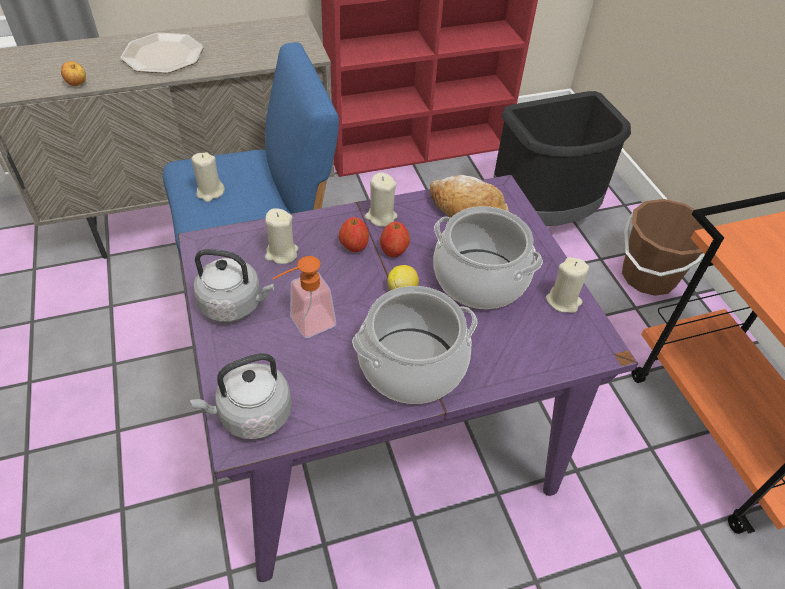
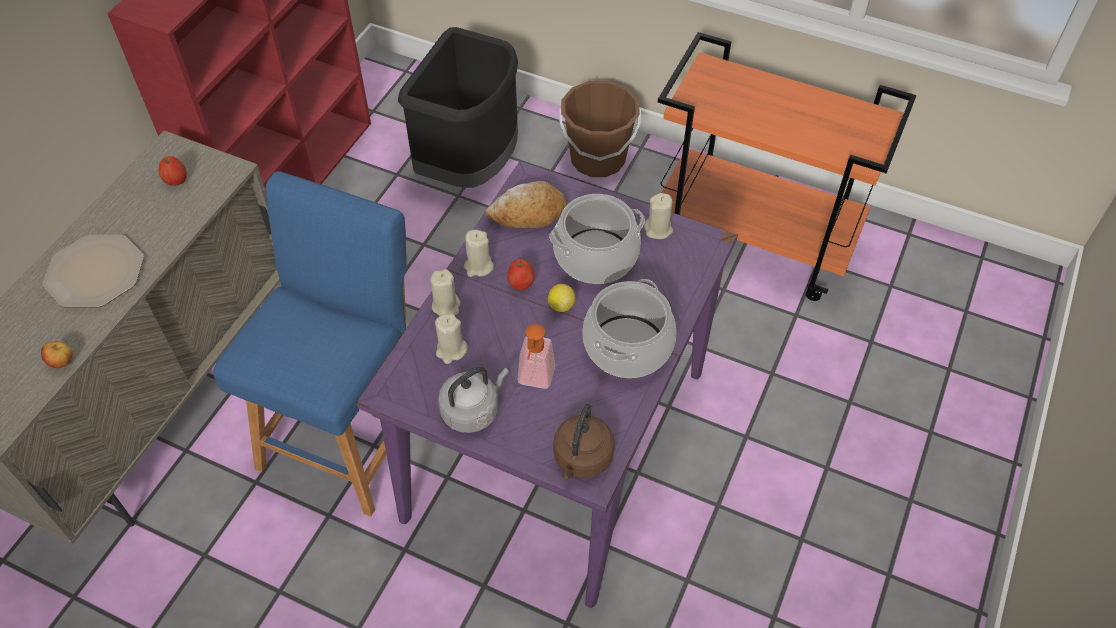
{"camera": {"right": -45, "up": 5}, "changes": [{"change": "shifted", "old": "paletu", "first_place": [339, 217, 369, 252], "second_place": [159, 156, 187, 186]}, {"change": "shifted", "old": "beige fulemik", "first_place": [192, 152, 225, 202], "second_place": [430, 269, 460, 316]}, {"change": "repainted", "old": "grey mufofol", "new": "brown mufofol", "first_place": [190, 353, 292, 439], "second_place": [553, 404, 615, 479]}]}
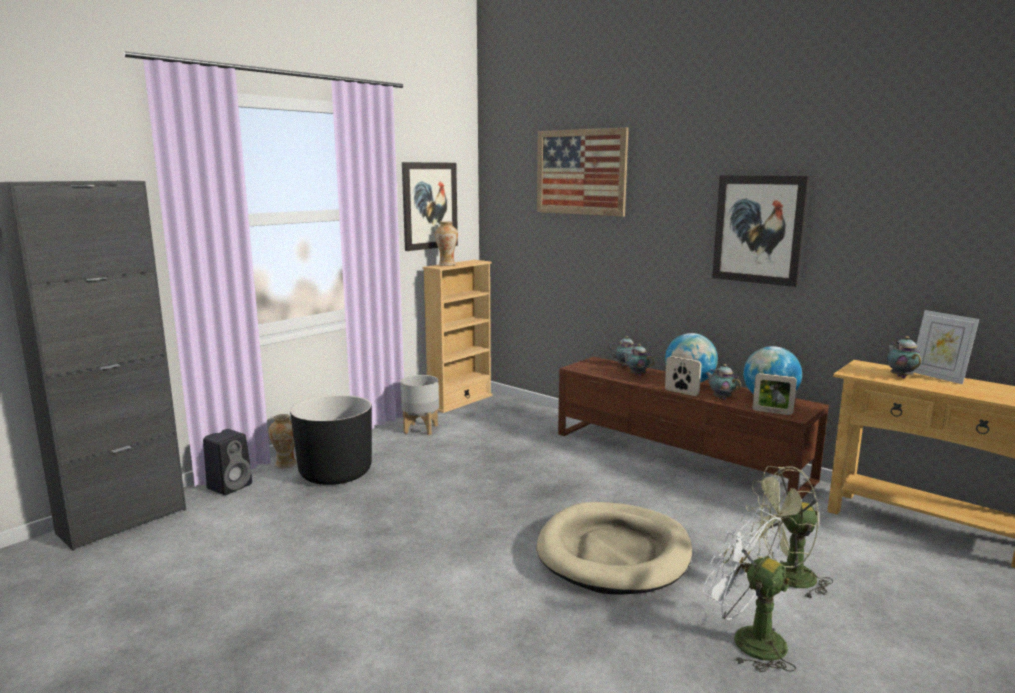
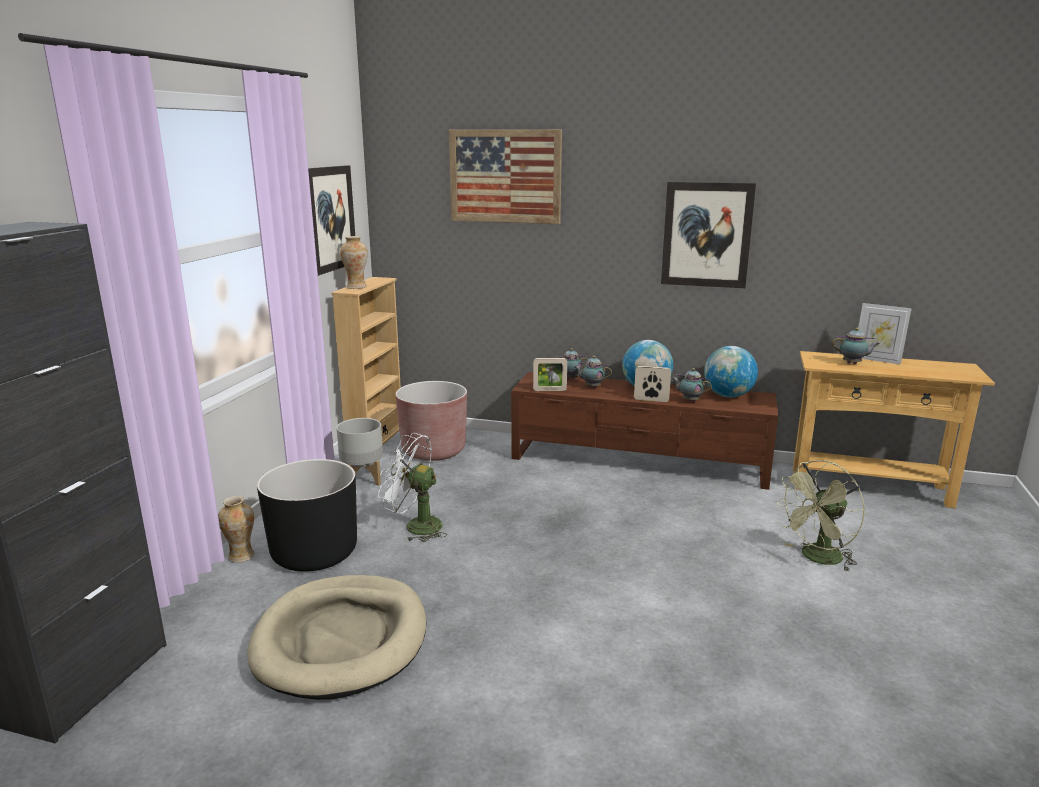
{"camera": {"right": -25, "up": 5}, "changes": [{"change": "shifted", "old": "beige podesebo", "first_place": [537, 502, 692, 595], "second_place": [248, 575, 426, 700]}, {"change": "shifted", "old": "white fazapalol", "first_place": [703, 509, 796, 672], "second_place": [378, 433, 447, 542]}, {"change": "new", "new": "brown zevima", "second_place": [395, 381, 467, 461]}, {"change": "shifted", "old": "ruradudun", "first_place": [753, 373, 797, 415], "second_place": [533, 358, 567, 391]}, {"change": "rotated", "old": "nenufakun", "first_place": [887, 336, 921, 378], "second_place": [832, 328, 880, 364], "degrees": 135}, {"change": "gone", "old": "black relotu", "first_place": [203, 429, 252, 495]}]}
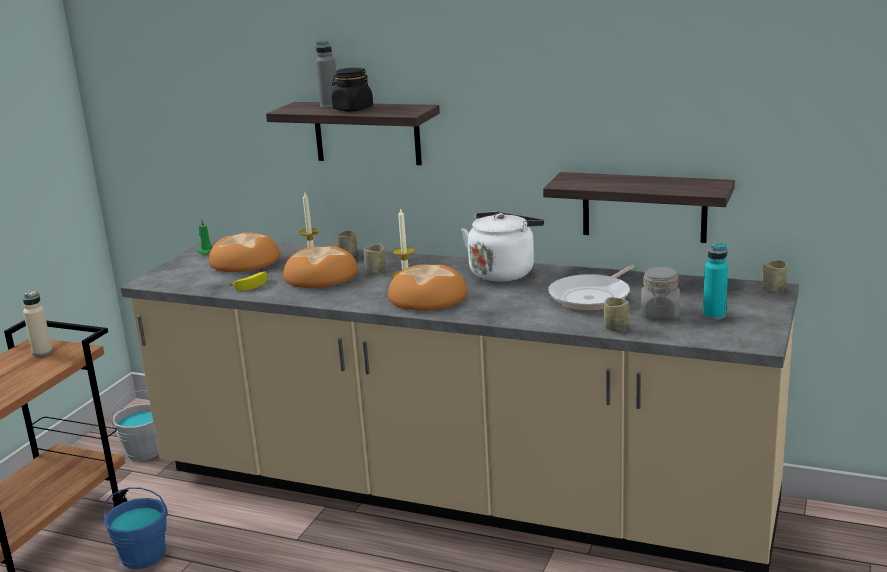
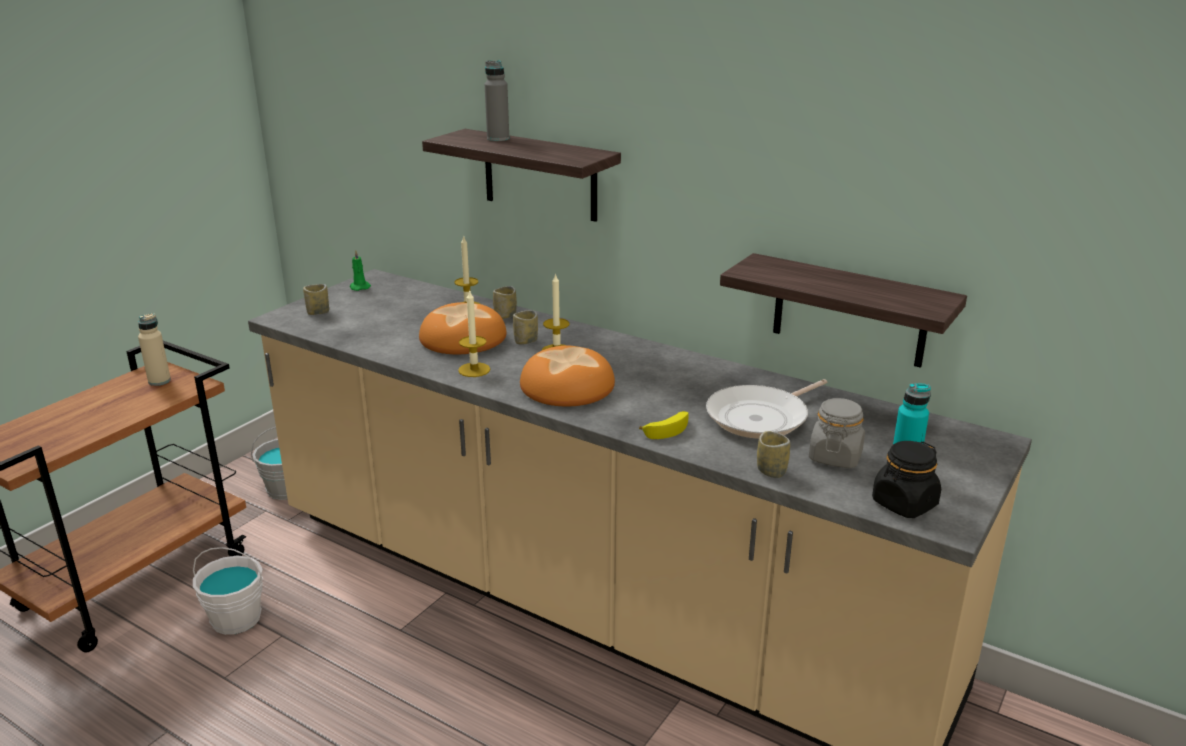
{"camera": {"right": 10, "up": 5}, "changes": [{"change": "repainted", "old": "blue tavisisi", "new": "white tavisisi", "first_place": [102, 487, 168, 569], "second_place": [193, 547, 263, 635]}, {"change": "shifted", "old": "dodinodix", "first_place": [762, 260, 787, 293], "second_place": [303, 284, 329, 315]}, {"change": "new", "new": "fulemik", "second_place": [458, 289, 490, 377]}, {"change": "shifted", "old": "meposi", "first_place": [230, 271, 267, 291], "second_place": [639, 411, 689, 439]}, {"change": "shifted", "old": "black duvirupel", "first_place": [331, 68, 373, 111], "second_place": [872, 441, 941, 518]}, {"change": "gone", "old": "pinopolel", "first_place": [209, 233, 280, 272]}, {"change": "gone", "old": "white mufofol", "first_place": [461, 212, 544, 282]}]}
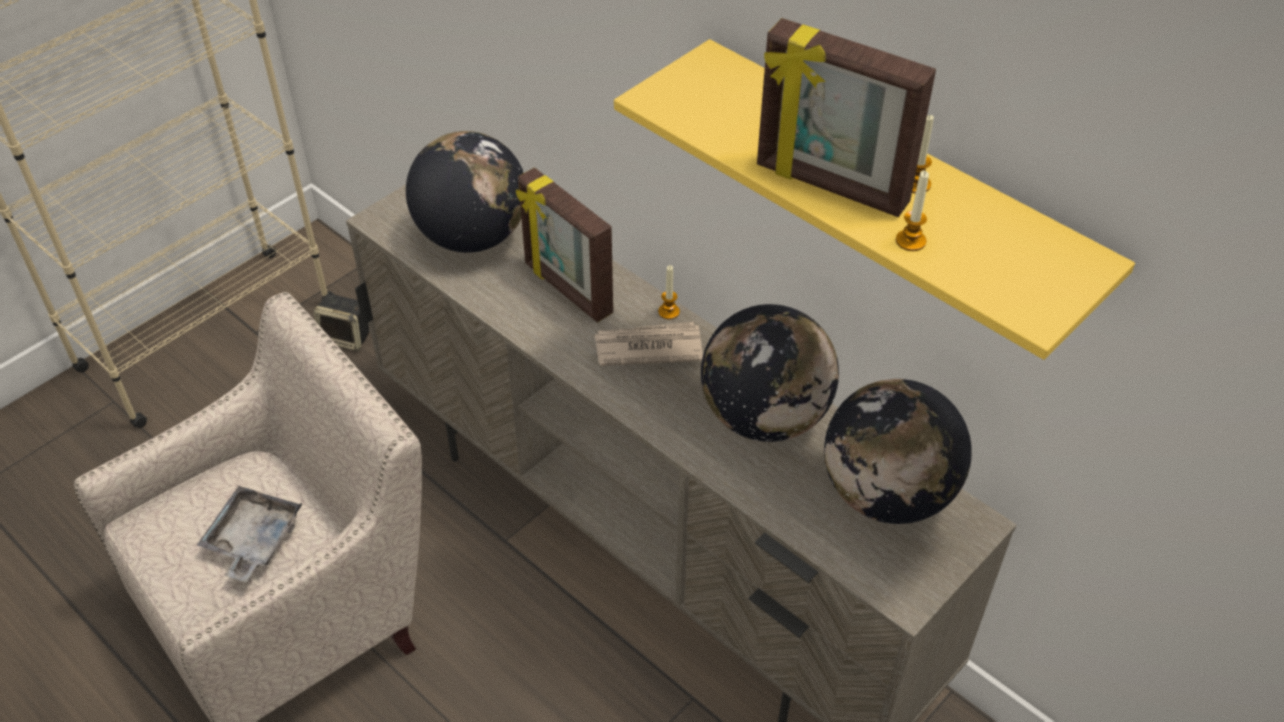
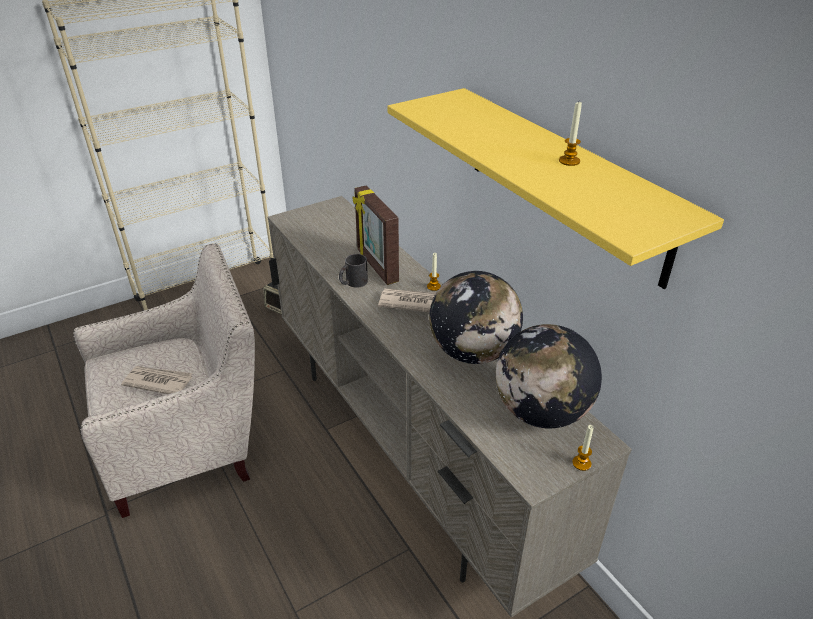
{"camera": {"right": 15, "up": -10}, "changes": [{"change": "swapped", "old": "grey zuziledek", "new": "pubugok", "first_place": [197, 486, 302, 582], "second_place": [121, 366, 193, 394]}, {"change": "new", "new": "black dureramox", "second_place": [339, 254, 368, 288]}, {"change": "shifted", "old": "fulemik", "first_place": [896, 171, 929, 251], "second_place": [572, 425, 593, 471]}, {"change": "gone", "old": "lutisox", "first_place": [406, 131, 524, 253]}, {"change": "gone", "old": "ruradudun", "first_place": [757, 18, 936, 217]}]}
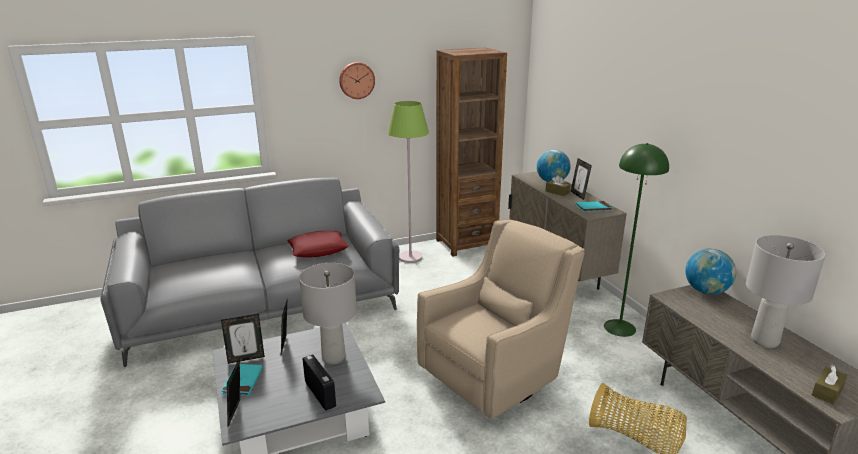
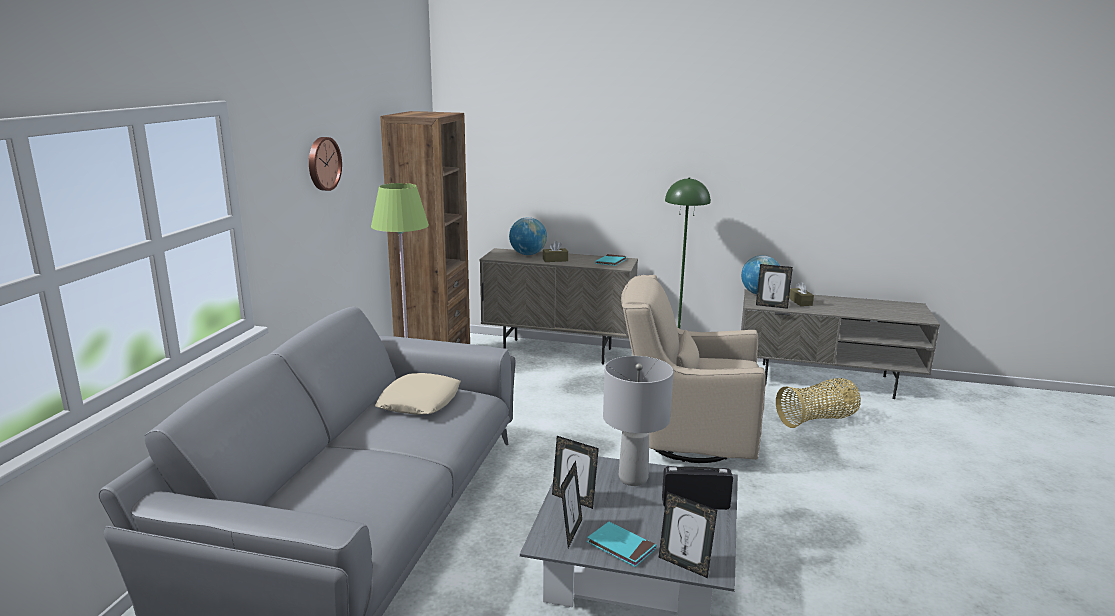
{"camera": {"right": -55, "up": -5}, "changes": [{"change": "repainted", "old": "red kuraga", "new": "beige kuraga", "first_place": [288, 231, 349, 257], "second_place": [375, 373, 461, 415]}, {"change": "rotated", "old": "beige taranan", "first_place": [417, 219, 585, 418], "second_place": [621, 275, 766, 463], "degrees": -75}, {"change": "shifted", "old": "ruradudun", "first_place": [571, 158, 592, 200], "second_place": [756, 264, 793, 309]}, {"change": "shifted", "old": "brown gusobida", "first_place": [812, 365, 847, 405], "second_place": [789, 282, 814, 306]}, {"change": "gone", "old": "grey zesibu", "first_place": [746, 235, 826, 348]}]}
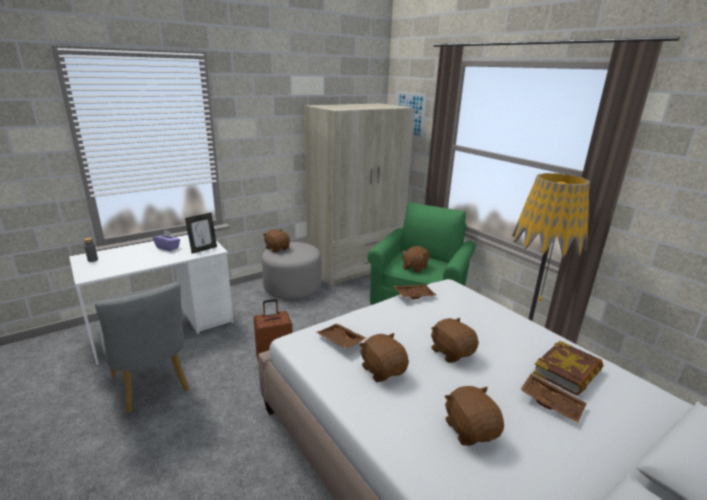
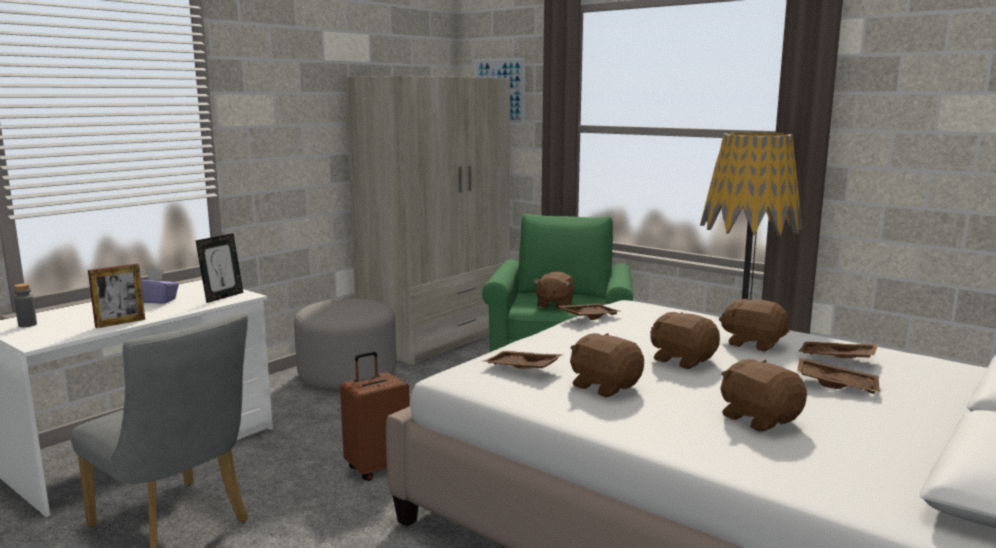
{"camera": {"right": -15, "up": -10}, "changes": [{"change": "new", "new": "ruradudun", "second_place": [88, 264, 145, 328]}, {"change": "shifted", "old": "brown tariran", "first_place": [263, 229, 290, 253], "second_place": [719, 299, 789, 352]}, {"change": "swapped", "old": "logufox", "new": "brown zuziledek", "first_place": [533, 341, 603, 396], "second_place": [798, 342, 878, 358]}]}
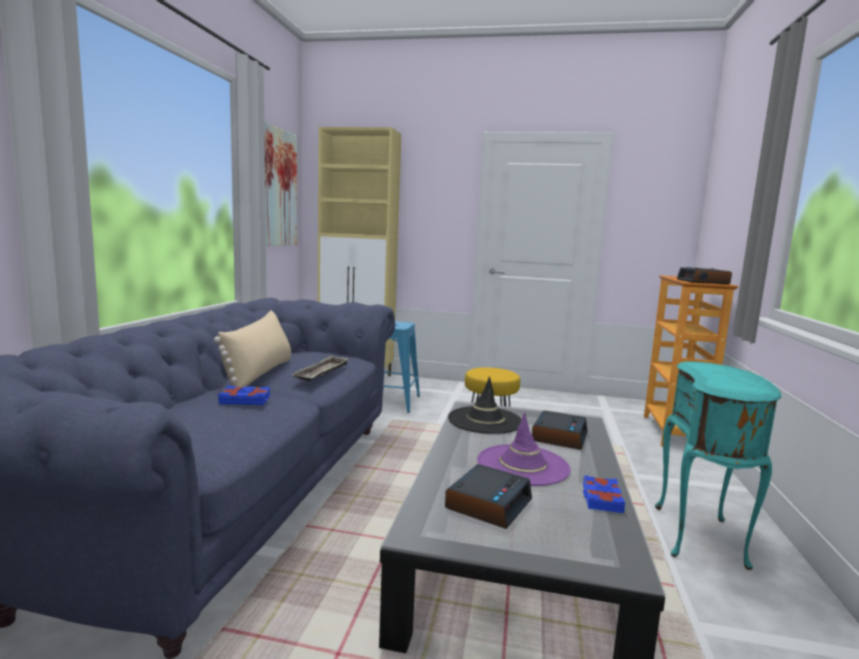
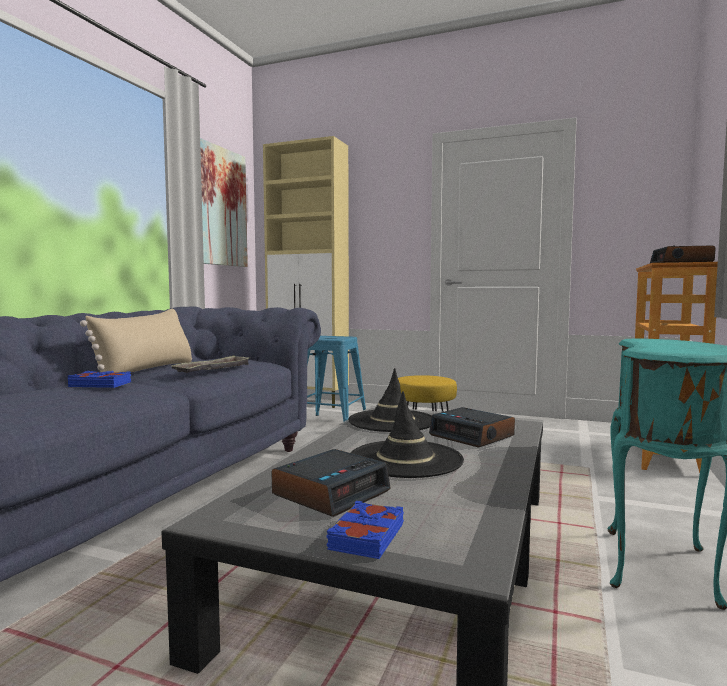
{"camera": {"right": 10, "up": -5}, "changes": [{"change": "shifted", "old": "blue logufox", "first_place": [583, 475, 625, 513], "second_place": [327, 501, 404, 559]}, {"change": "repainted", "old": "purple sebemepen", "new": "black sebemepen", "first_place": [477, 412, 571, 486], "second_place": [351, 391, 464, 478]}, {"change": "rotated", "old": "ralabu", "first_place": [532, 411, 588, 450], "second_place": [429, 407, 515, 448], "degrees": 105}]}
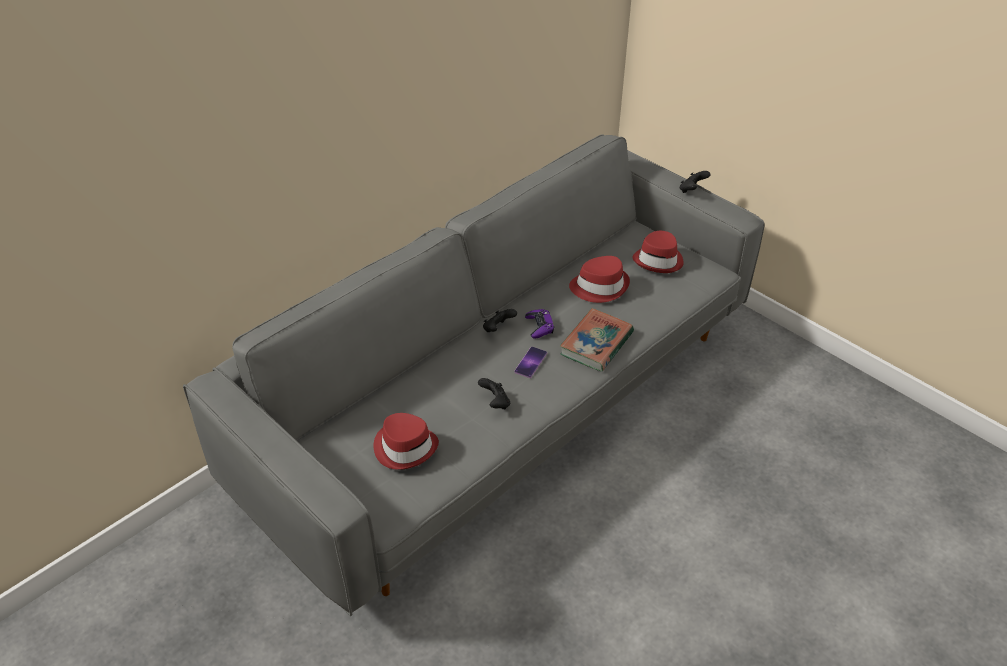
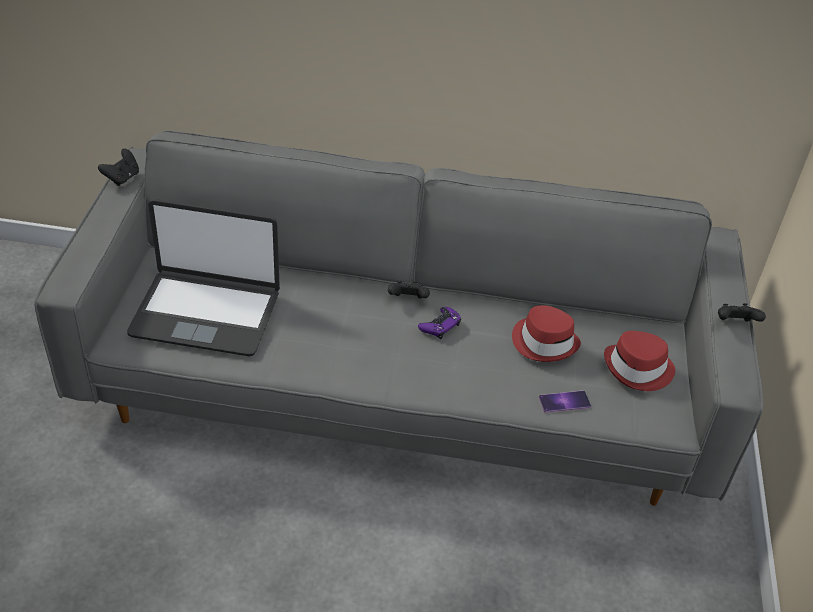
{"camera": {"right": 50, "up": 0}, "changes": [{"change": "shifted", "old": "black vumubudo", "first_place": [478, 378, 510, 409], "second_place": [98, 149, 139, 186]}, {"change": "swapped", "old": "red sebemepen", "new": "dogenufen", "first_place": [374, 413, 439, 470], "second_place": [127, 199, 280, 356]}, {"change": "shifted", "old": "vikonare", "first_place": [514, 347, 547, 378], "second_place": [539, 391, 591, 413]}, {"change": "gone", "old": "logufox", "first_place": [560, 308, 634, 372]}]}
